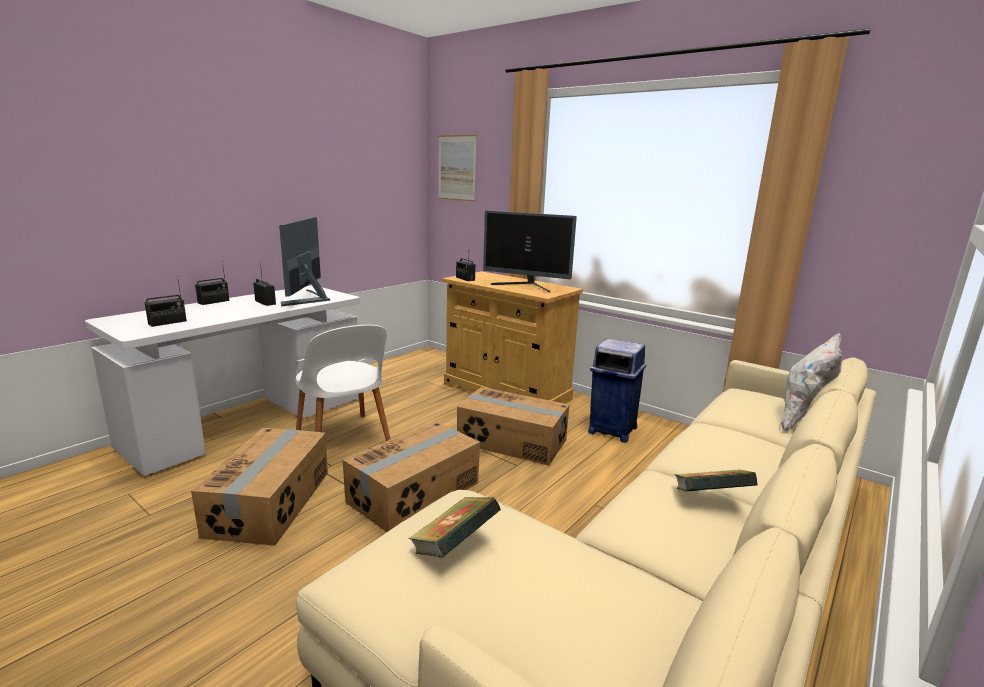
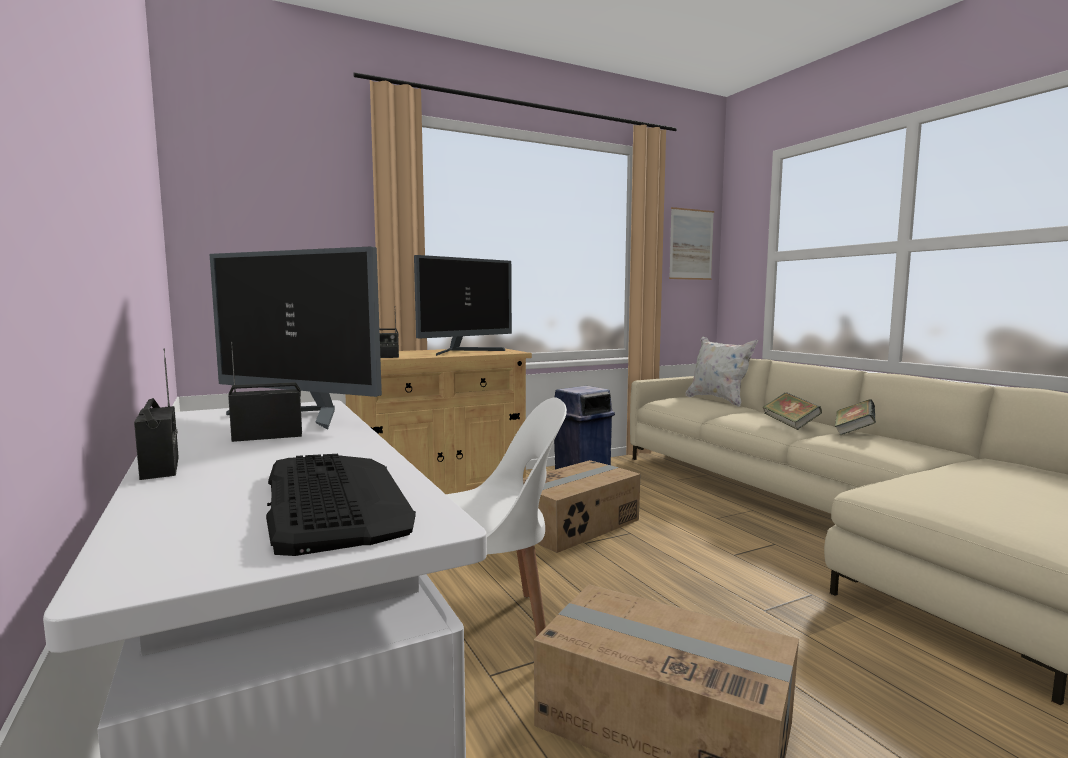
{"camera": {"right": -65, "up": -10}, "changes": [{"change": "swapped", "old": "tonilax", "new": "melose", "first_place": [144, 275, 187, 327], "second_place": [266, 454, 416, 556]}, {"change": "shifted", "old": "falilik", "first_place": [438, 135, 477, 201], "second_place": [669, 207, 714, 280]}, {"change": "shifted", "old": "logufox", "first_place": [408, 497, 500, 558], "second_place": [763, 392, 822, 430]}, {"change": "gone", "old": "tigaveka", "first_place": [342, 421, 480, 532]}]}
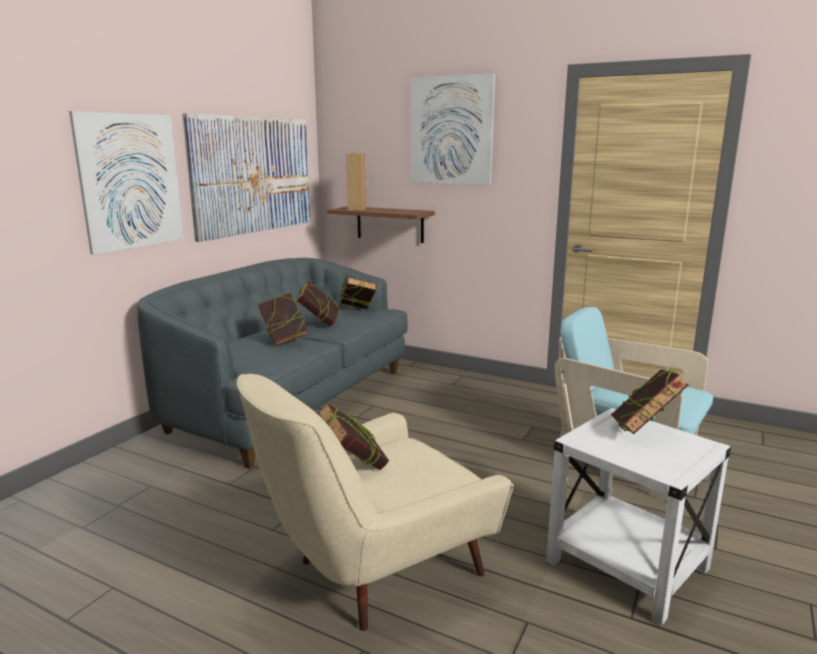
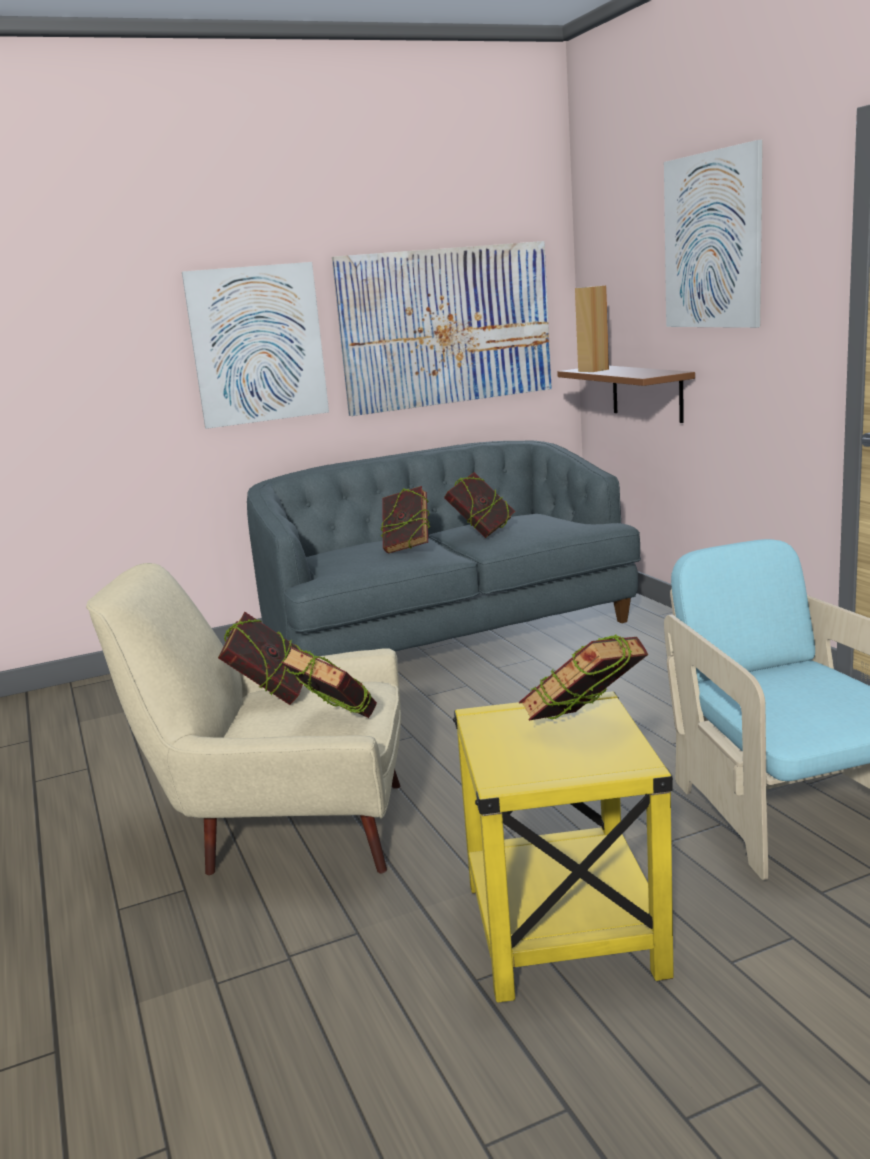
{"camera": {"right": 40, "up": 0}, "changes": [{"change": "shifted", "old": "logufox", "first_place": [340, 277, 377, 309], "second_place": [281, 646, 377, 718]}, {"change": "repainted", "old": "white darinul", "new": "yellow darinul", "first_place": [546, 408, 731, 625], "second_place": [453, 691, 674, 1003]}]}
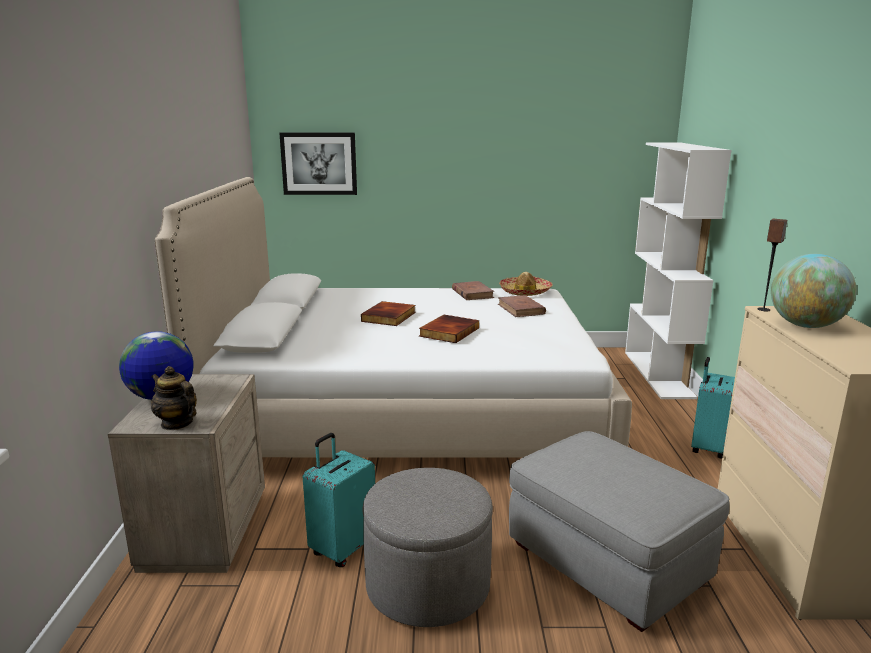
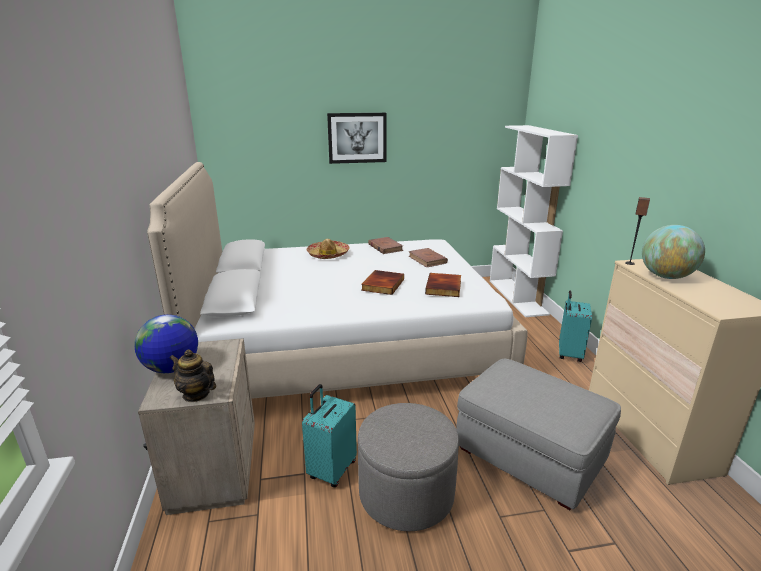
{"camera": {"right": -10, "up": 5}, "changes": [{"change": "shifted", "old": "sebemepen", "first_place": [499, 272, 553, 296], "second_place": [307, 239, 350, 259]}, {"change": "shifted", "old": "falilik", "first_place": [279, 133, 357, 195], "second_place": [327, 113, 387, 164]}, {"change": "shifted", "old": "logufox", "first_place": [361, 301, 416, 326], "second_place": [425, 273, 461, 297]}]}
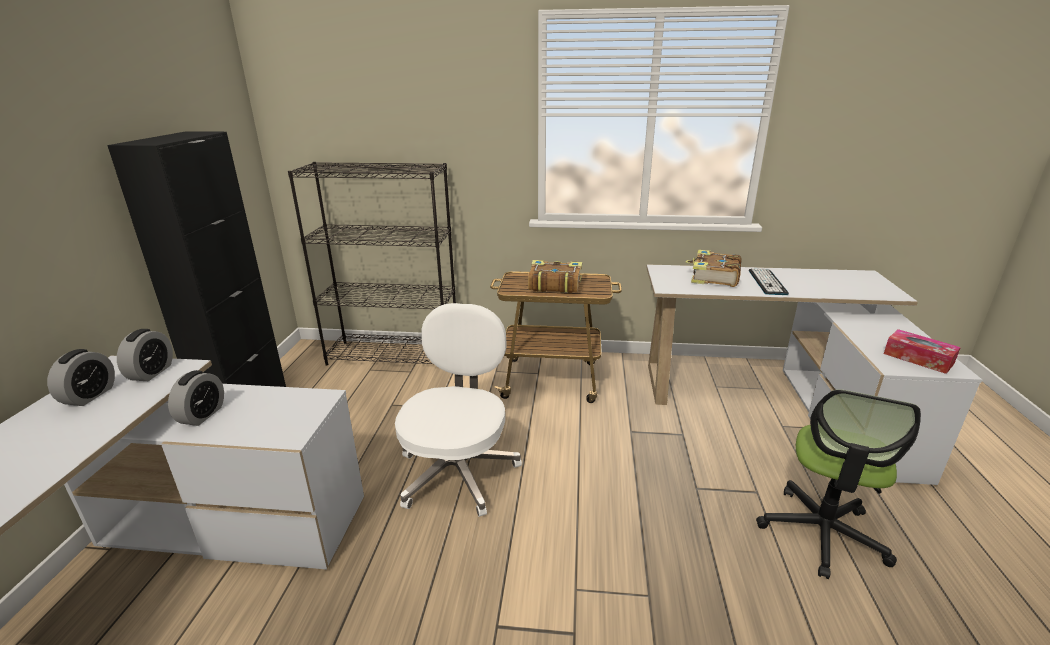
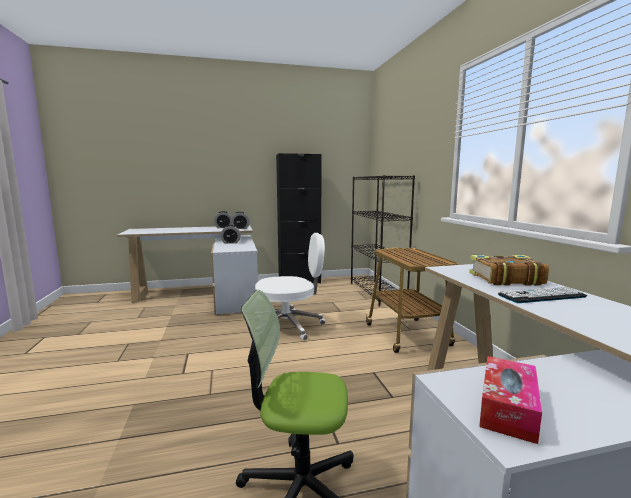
{"camera": {"right": 70, "up": -15}, "changes": [{"change": "gone", "old": "logufox", "first_place": [528, 260, 582, 293]}]}
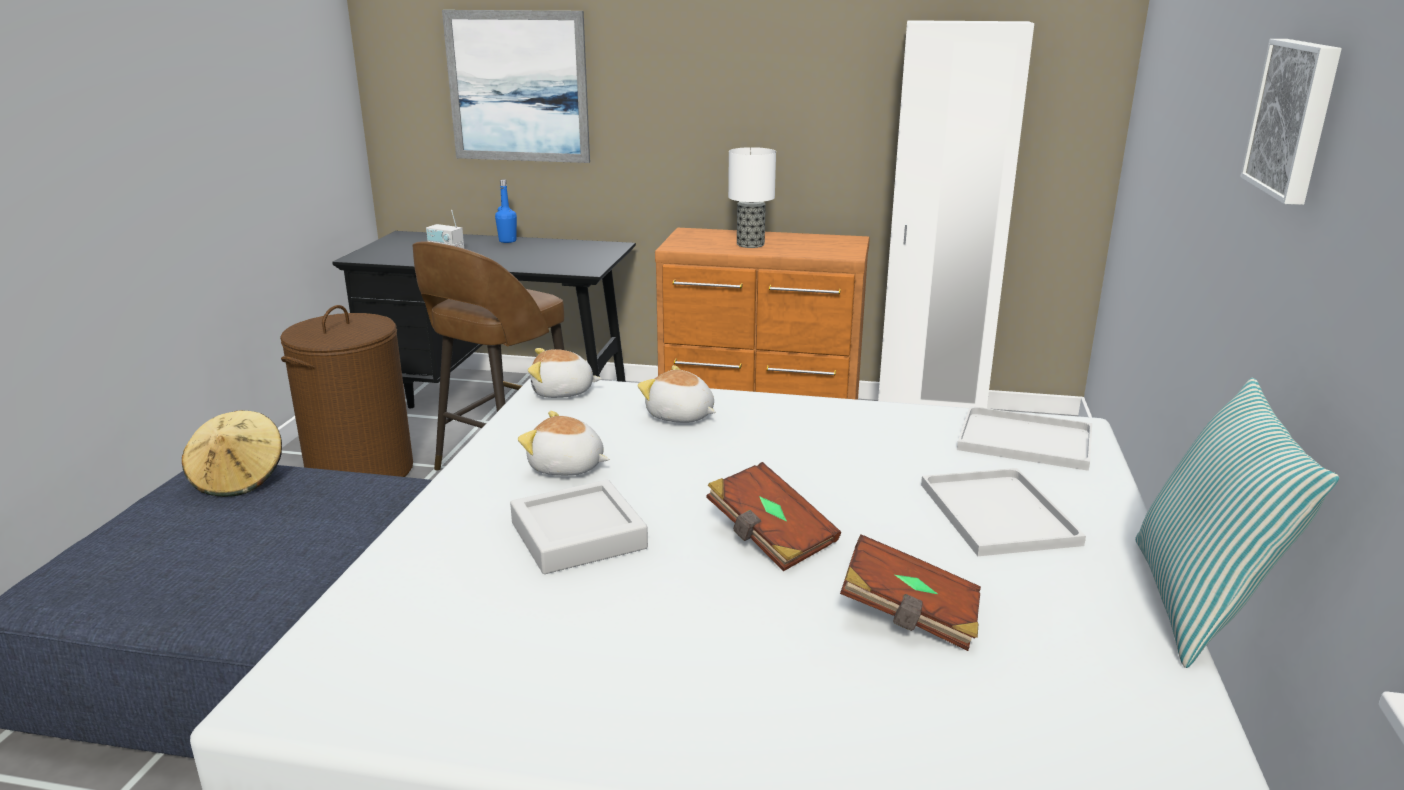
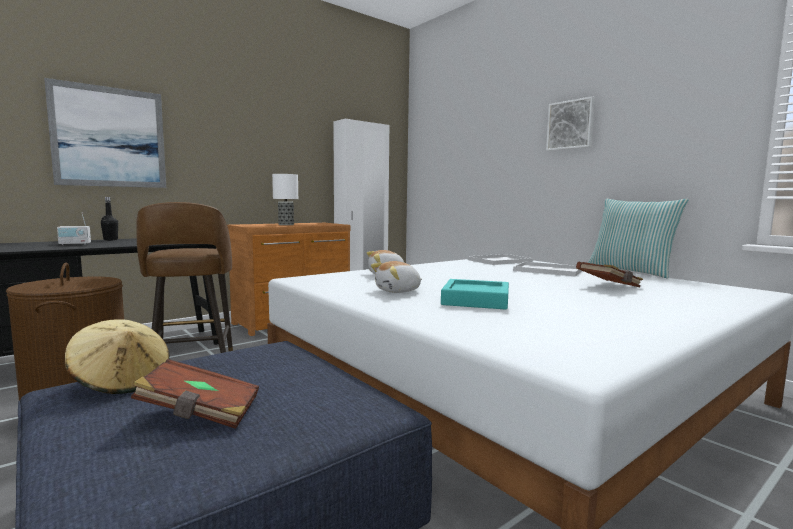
{"camera": {"right": -50, "up": -15}, "changes": [{"change": "repainted", "old": "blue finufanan", "new": "black finufanan", "first_place": [495, 179, 517, 243], "second_place": [101, 197, 118, 241]}, {"change": "shifted", "old": "brown logufox", "first_place": [706, 462, 841, 571], "second_place": [131, 359, 259, 429]}, {"change": "repainted", "old": "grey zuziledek", "new": "turquoise zuziledek", "first_place": [510, 480, 648, 574], "second_place": [441, 279, 509, 310]}, {"change": "gone", "old": "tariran", "first_place": [528, 348, 602, 398]}]}
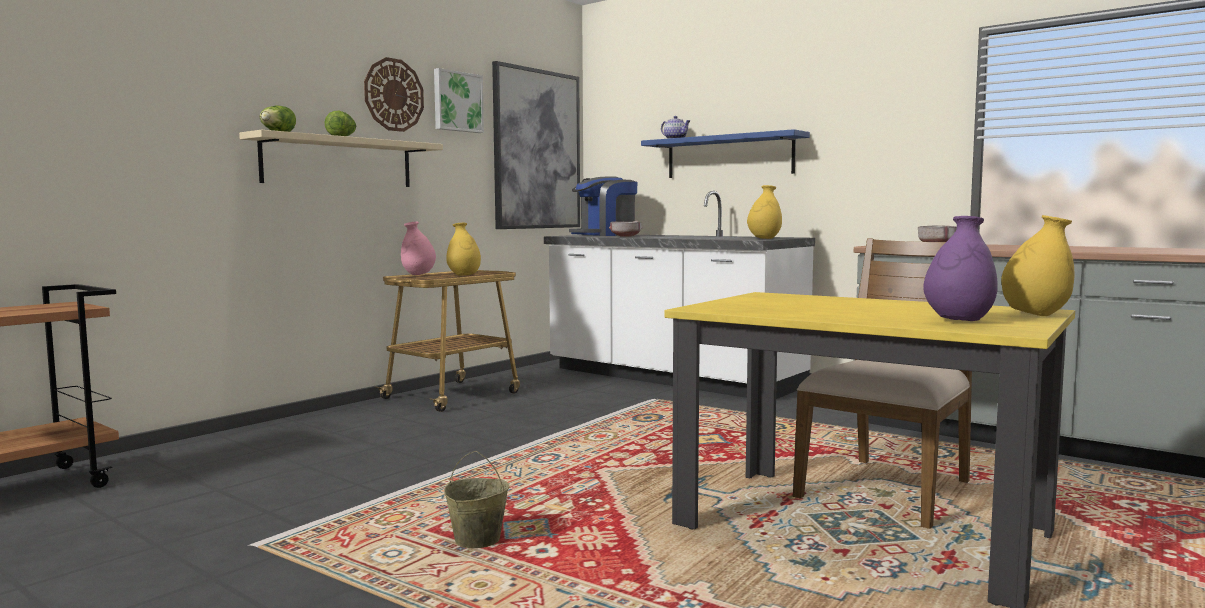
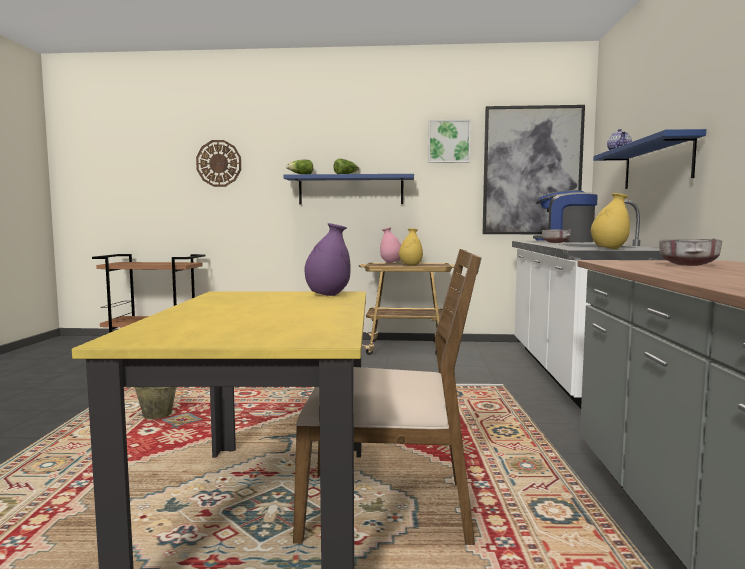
{"camera": {"right": 55, "up": 0}, "changes": [{"change": "shifted", "old": "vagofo", "first_place": [364, 57, 424, 132], "second_place": [196, 140, 241, 187]}, {"change": "repainted", "old": "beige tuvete", "new": "blue tuvete", "first_place": [239, 130, 443, 187], "second_place": [283, 174, 414, 204]}, {"change": "shifted", "old": "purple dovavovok", "first_place": [923, 216, 998, 321], "second_place": [304, 223, 351, 296]}, {"change": "gone", "old": "yellow dovavovok", "first_place": [1001, 215, 1075, 316]}]}
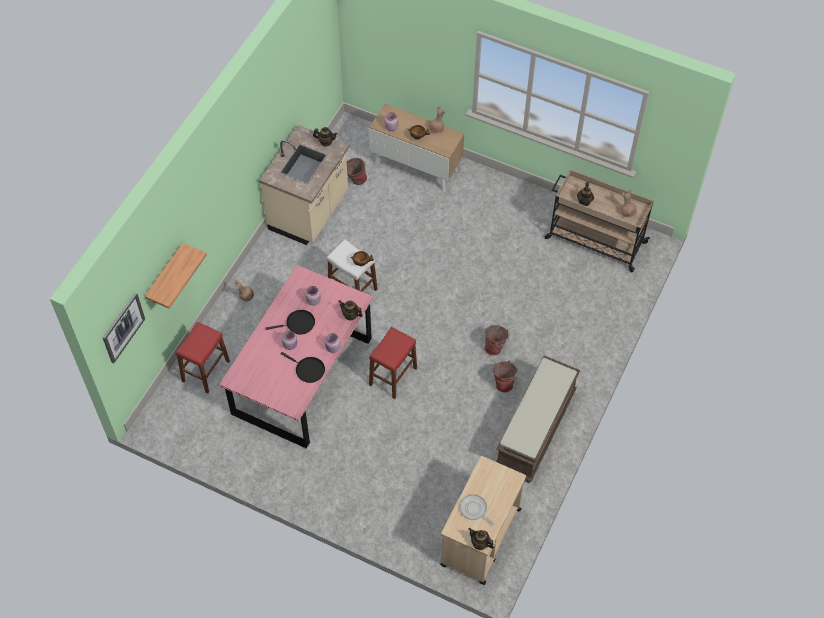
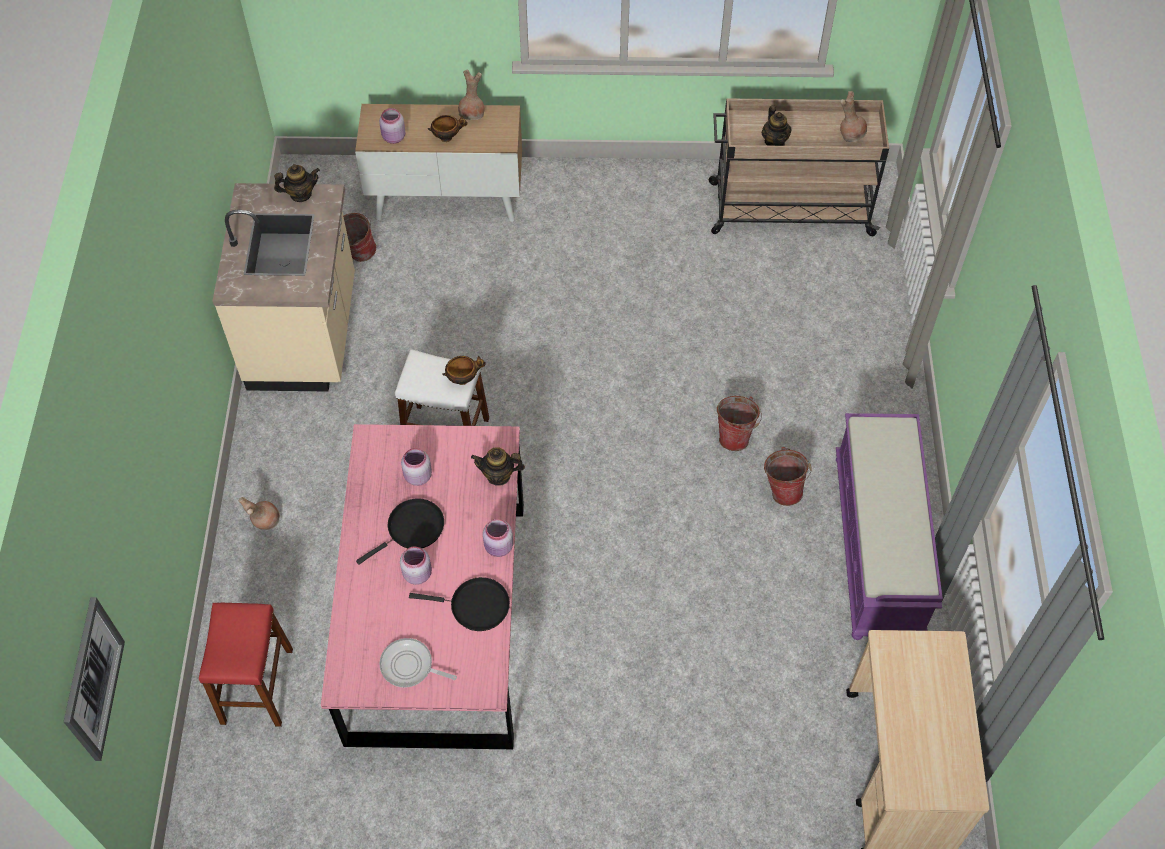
{"camera": {"right": -25, "up": 0}, "changes": [{"change": "shifted", "old": "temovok", "first_place": [460, 494, 495, 526], "second_place": [379, 638, 457, 687]}, {"change": "repainted", "old": "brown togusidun", "new": "purple togusidun", "first_place": [496, 355, 581, 483], "second_place": [836, 413, 943, 640]}, {"change": "gone", "old": "tuvete", "first_place": [145, 243, 207, 309]}, {"change": "gone", "old": "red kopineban", "first_place": [369, 327, 417, 399]}, {"change": "gone", "old": "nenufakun", "first_place": [469, 528, 494, 550]}]}
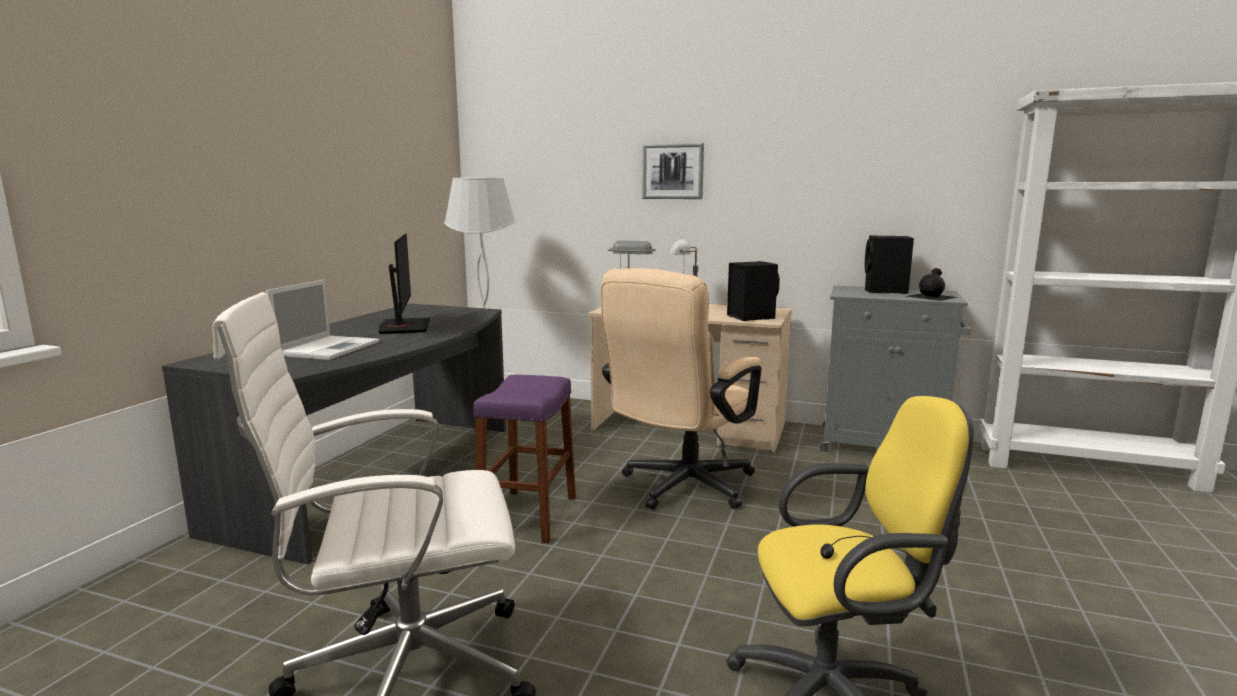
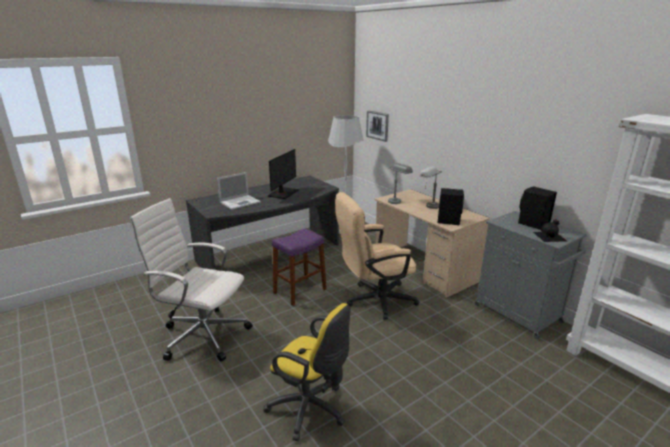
{"camera": {"right": 35, "up": 10}, "changes": [{"change": "shifted", "old": "falilik", "first_place": [642, 143, 704, 199], "second_place": [366, 110, 389, 142]}]}
